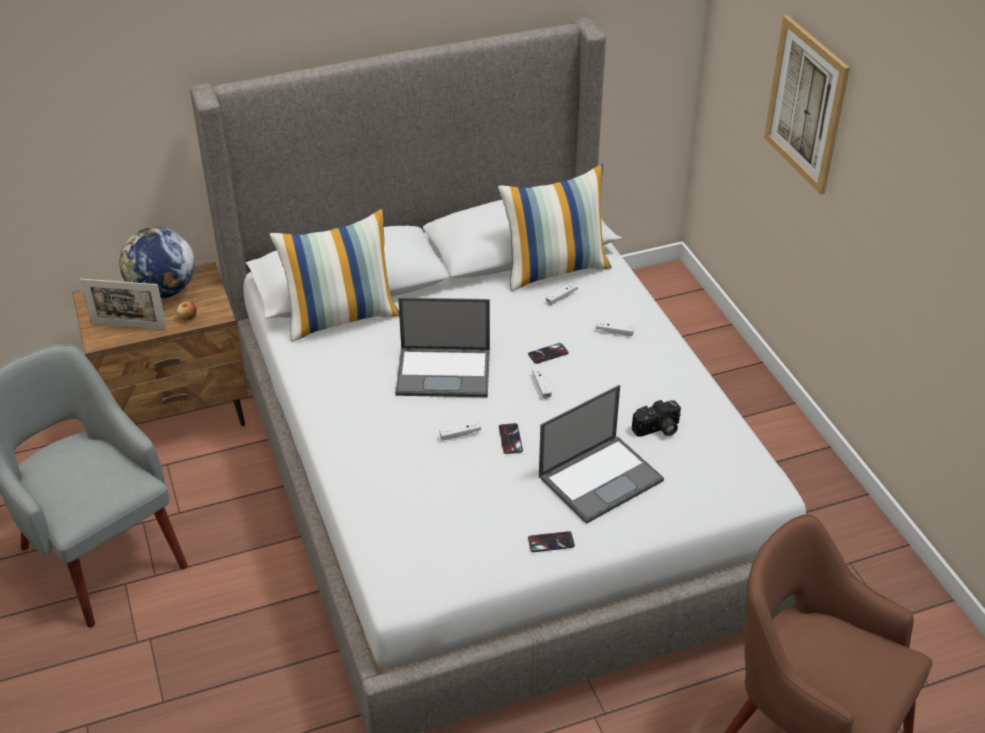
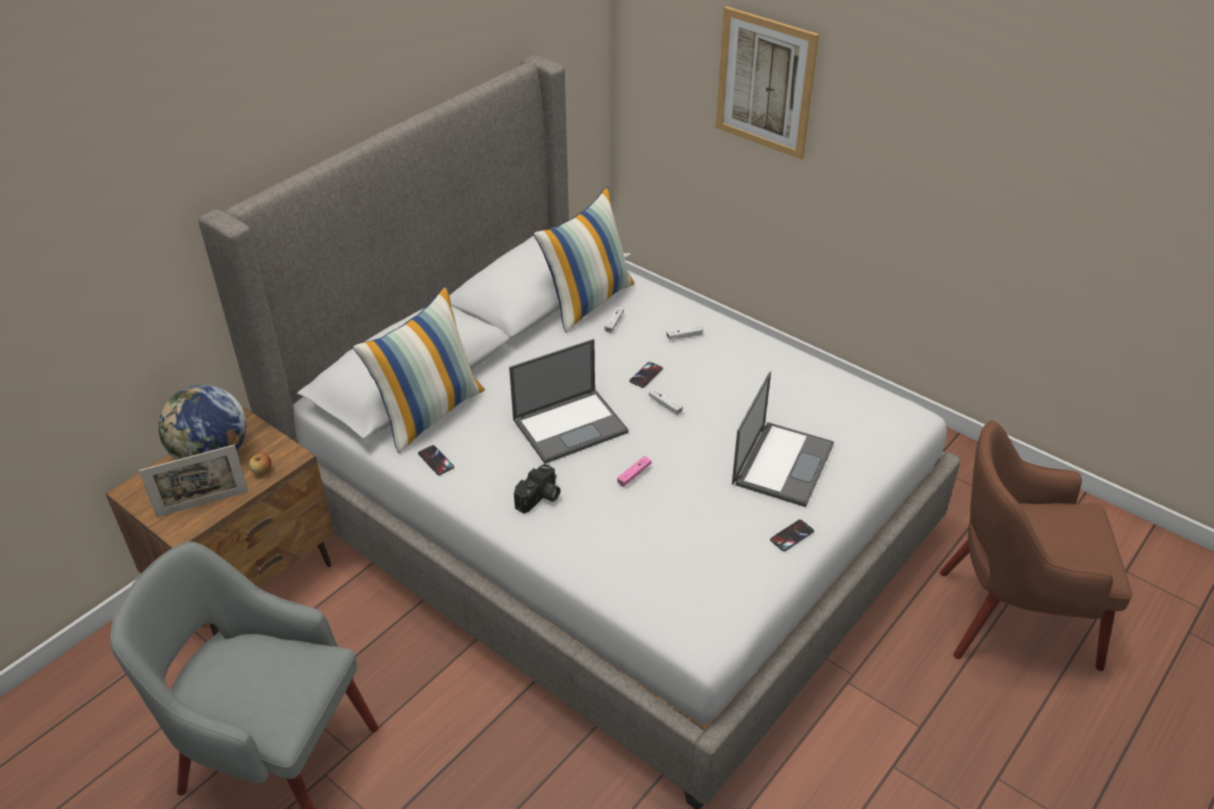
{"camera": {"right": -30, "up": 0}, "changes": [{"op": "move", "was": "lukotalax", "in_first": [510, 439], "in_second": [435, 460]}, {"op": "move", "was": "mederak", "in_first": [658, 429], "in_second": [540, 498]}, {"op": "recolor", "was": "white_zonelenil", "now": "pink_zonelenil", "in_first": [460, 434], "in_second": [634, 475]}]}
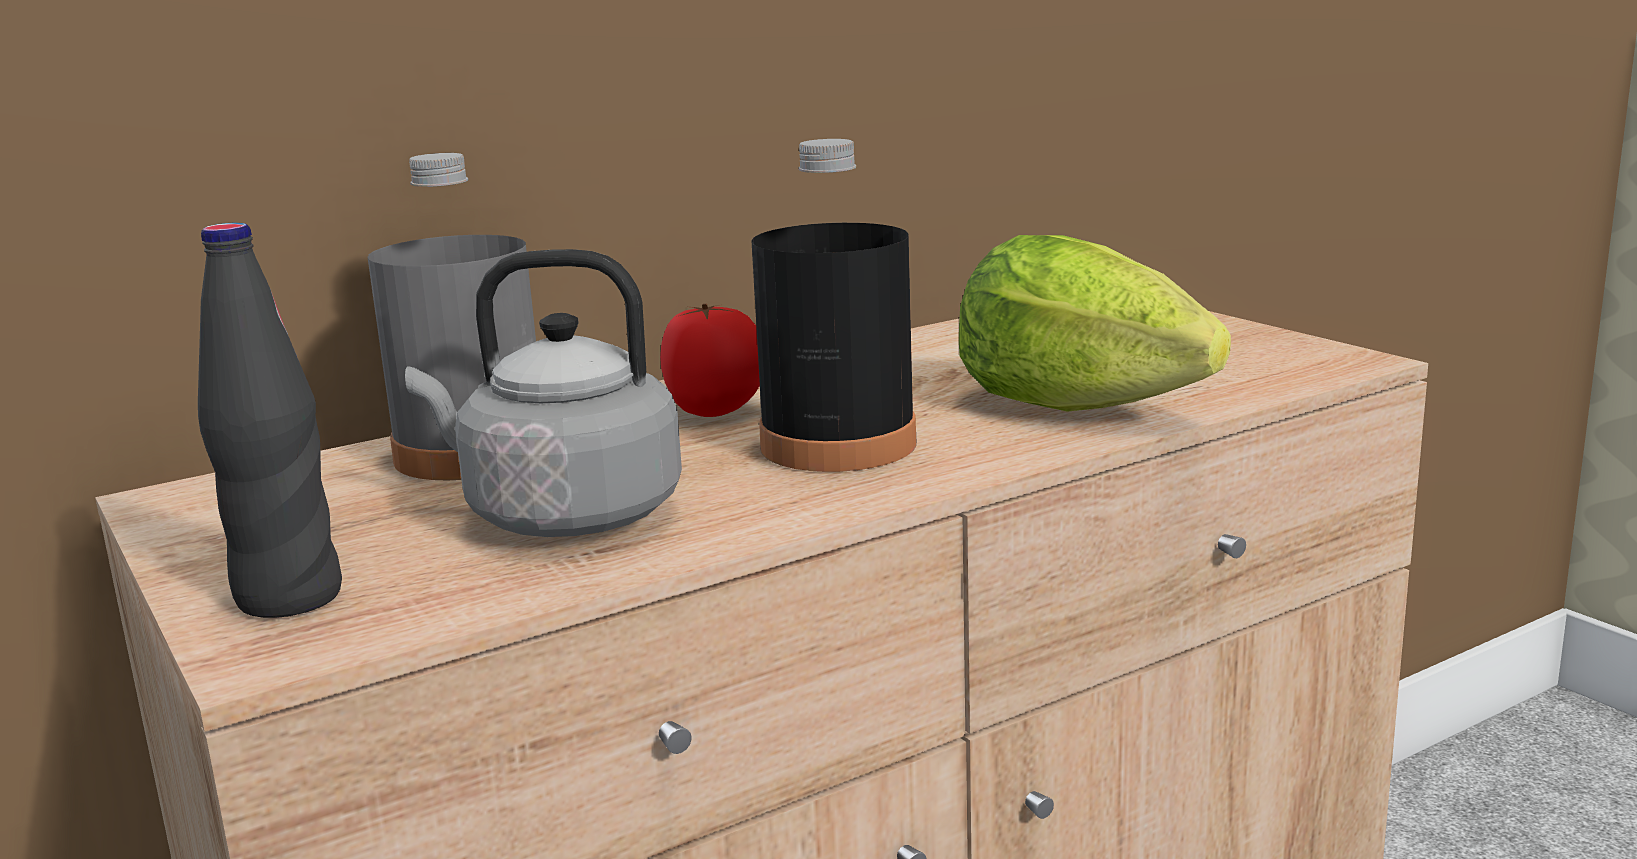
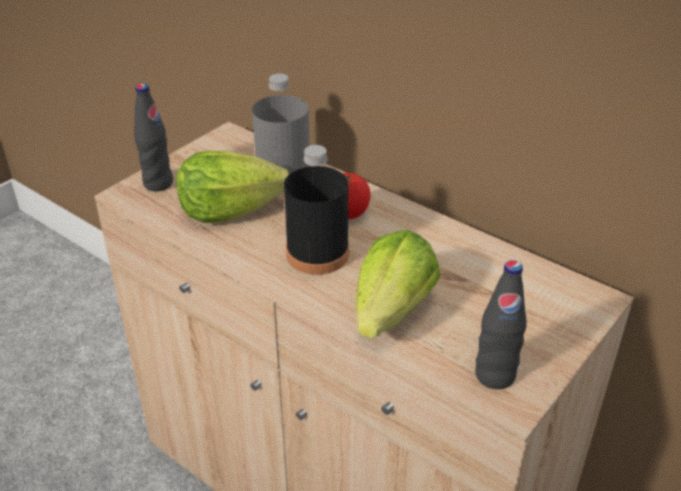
{"camera": {"right": 70, "up": 20}, "changes": [{"op": "insert", "now": "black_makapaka", "in_second": [495, 375]}, {"op": "replace", "was": "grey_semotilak", "now": "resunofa", "in_first": [563, 516], "in_second": [229, 211]}]}
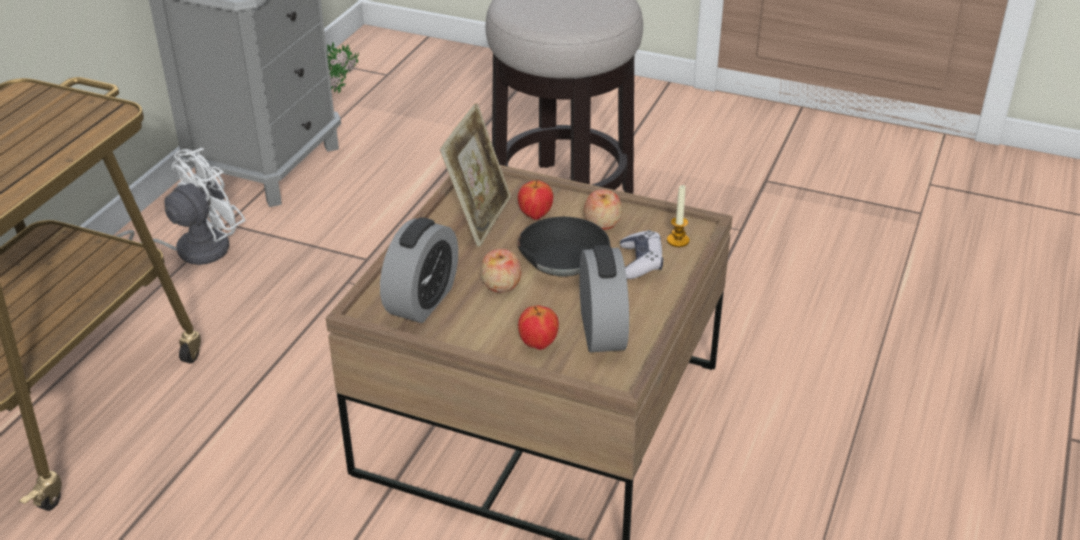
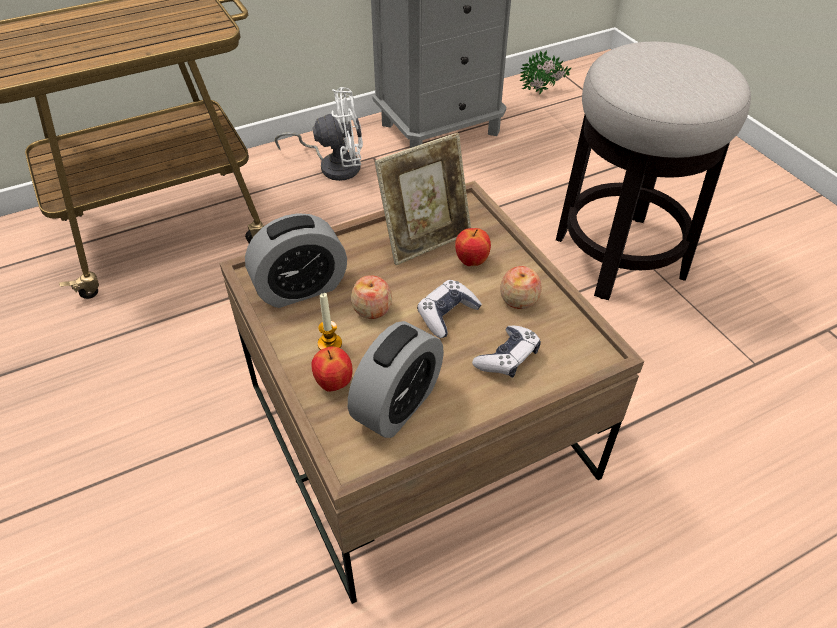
{"camera": {"right": 40, "up": 10}, "changes": [{"op": "move", "was": "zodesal", "in_first": [678, 240], "in_second": [329, 344]}, {"op": "replace", "was": "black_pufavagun", "now": "zonelenil", "in_first": [563, 258], "in_second": [447, 314]}]}
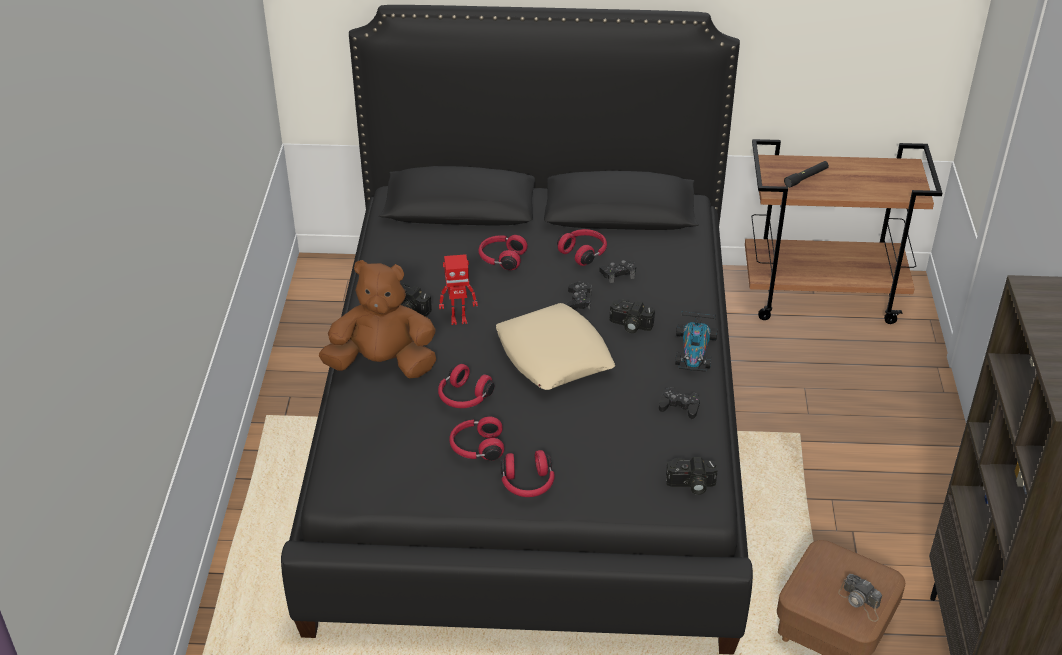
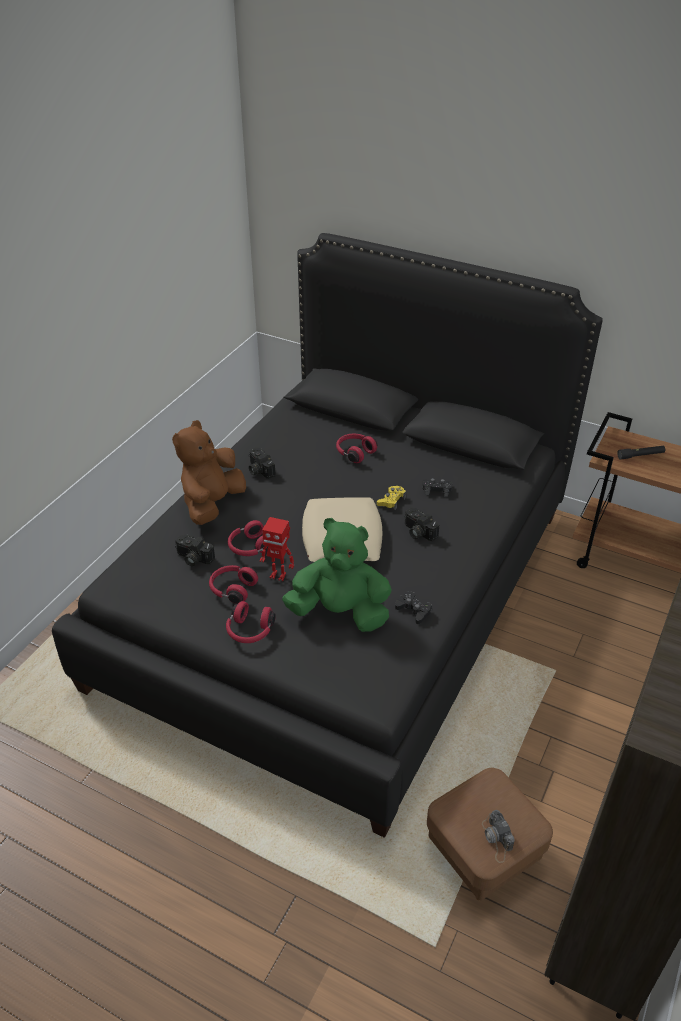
{"camera": {"right": 25, "up": 0}, "changes": [{"op": "delete", "was": "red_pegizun", "in_first": [584, 253]}, {"op": "delete", "was": "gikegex", "in_first": [695, 350]}, {"op": "insert", "now": "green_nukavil", "in_second": [340, 612]}, {"op": "move", "was": "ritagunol", "in_first": [458, 319], "in_second": [278, 575]}, {"op": "move", "was": "mederak", "in_first": [691, 485], "in_second": [193, 558]}, {"op": "recolor", "was": "black_zonelenil", "now": "yellow_zonelenil", "in_first": [578, 300], "in_second": [391, 501]}, {"op": "rotate", "was": "brown_nukavil", "in_first": [383, 364], "in_second": [212, 504], "clockwise": -90}]}
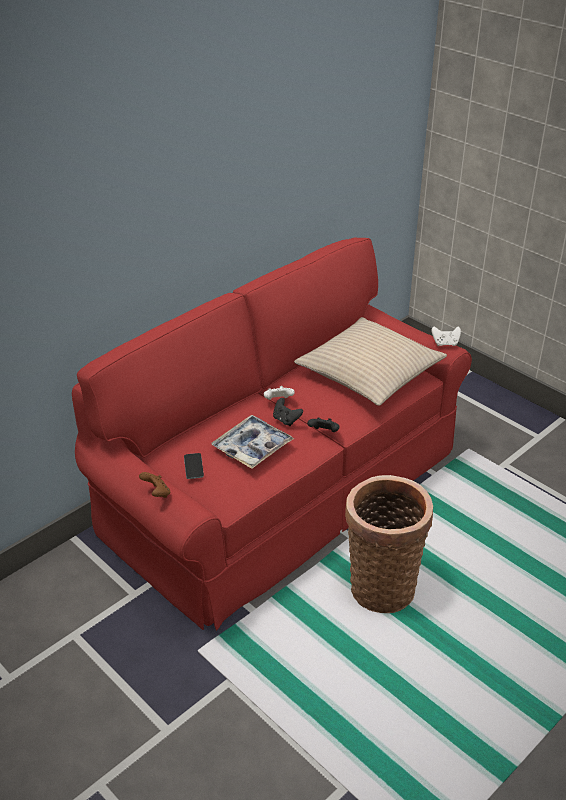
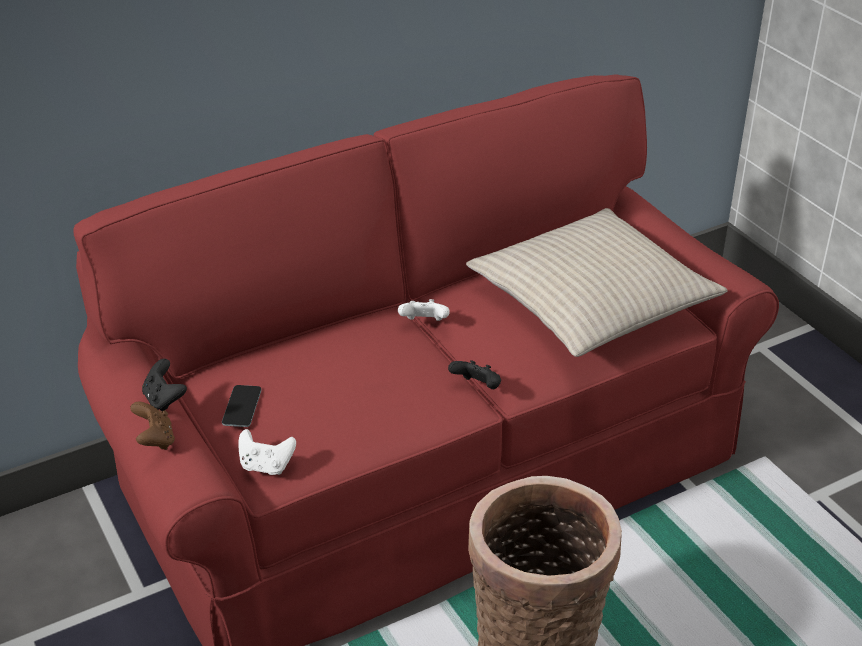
{"camera": {"right": 15, "up": 0}, "changes": [{"op": "delete", "was": "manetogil", "in_first": [252, 447]}, {"op": "move", "was": "black_zonelenil", "in_first": [286, 420], "in_second": [164, 400]}, {"op": "move", "was": "white_zonelenil", "in_first": [445, 343], "in_second": [266, 466]}]}
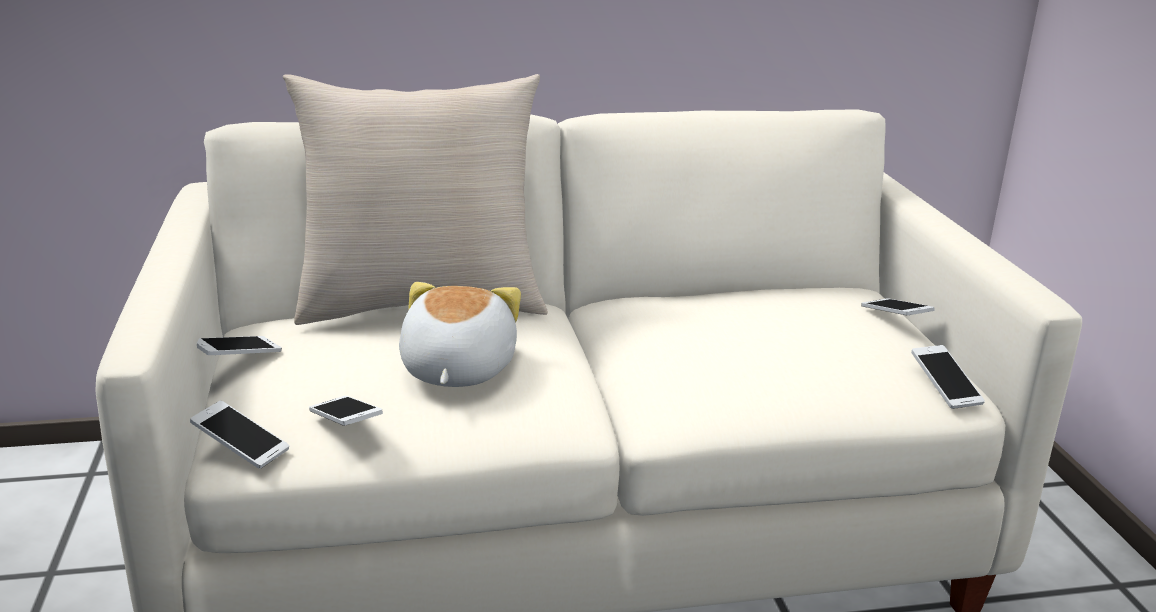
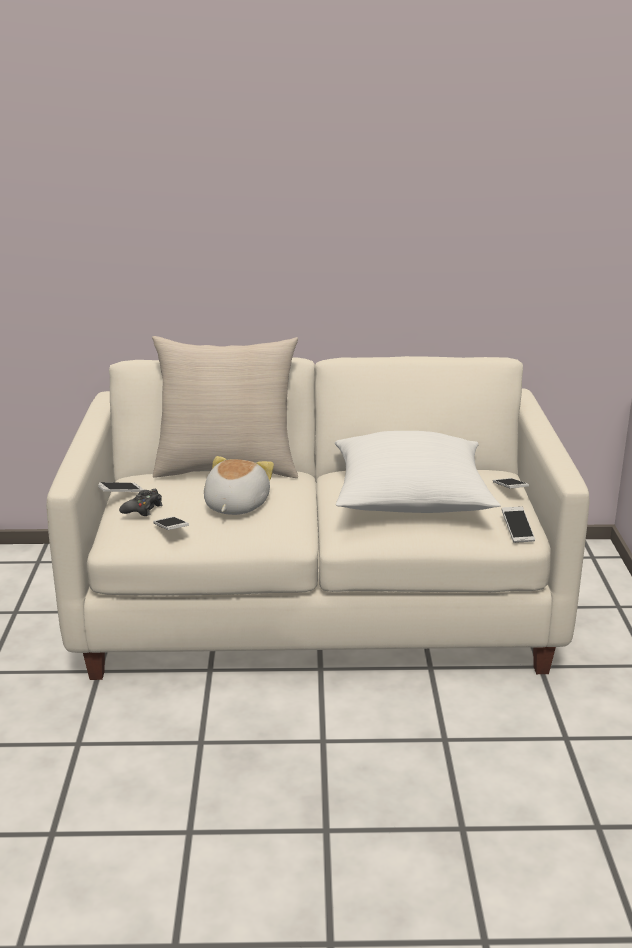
{"camera": {"right": 10, "up": 0}, "changes": [{"op": "delete", "was": "lukotalax", "in_first": [241, 446]}, {"op": "insert", "now": "black_zonelenil", "in_second": [143, 509]}, {"op": "insert", "now": "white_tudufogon", "in_second": [410, 498]}]}
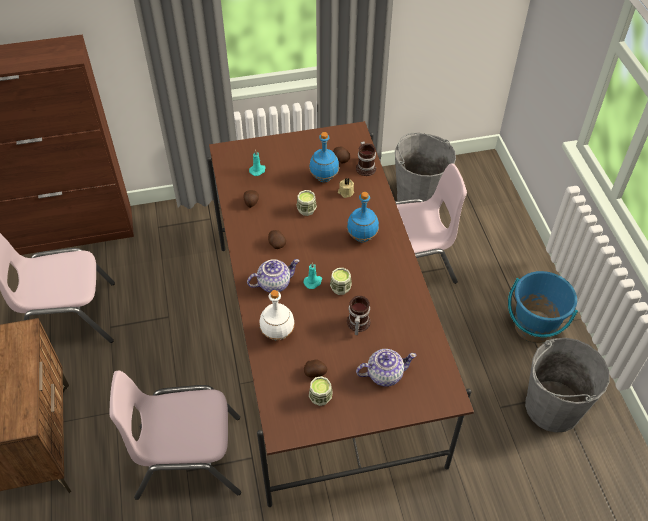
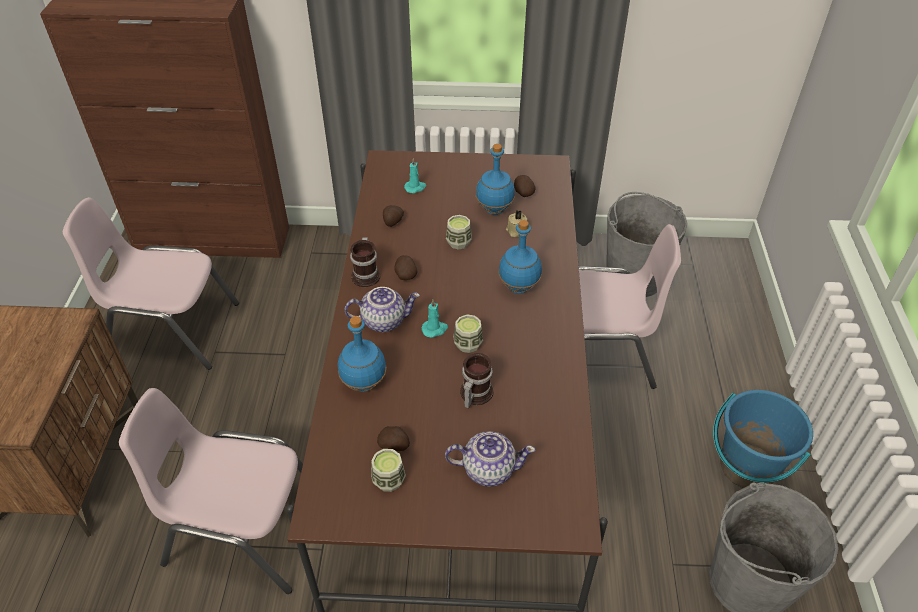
{"camera": {"right": 15, "up": -5}, "changes": [{"op": "move", "was": "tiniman", "in_first": [366, 167], "in_second": [367, 274]}, {"op": "recolor", "was": "white_makapaka", "now": "blue_makapaka", "in_first": [277, 333], "in_second": [363, 383]}]}
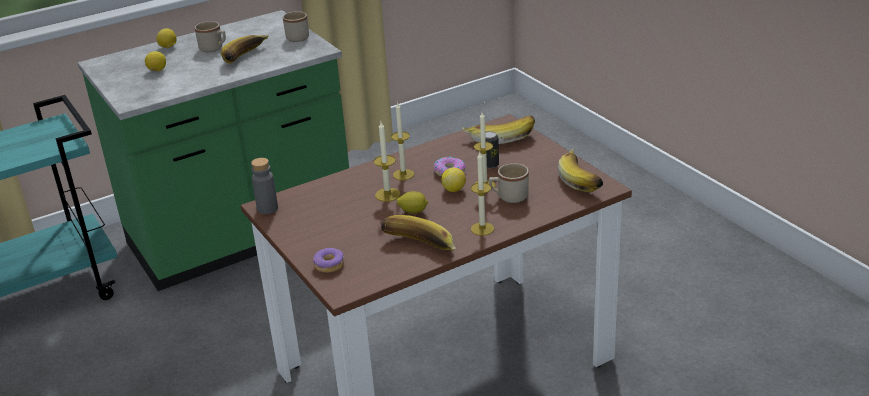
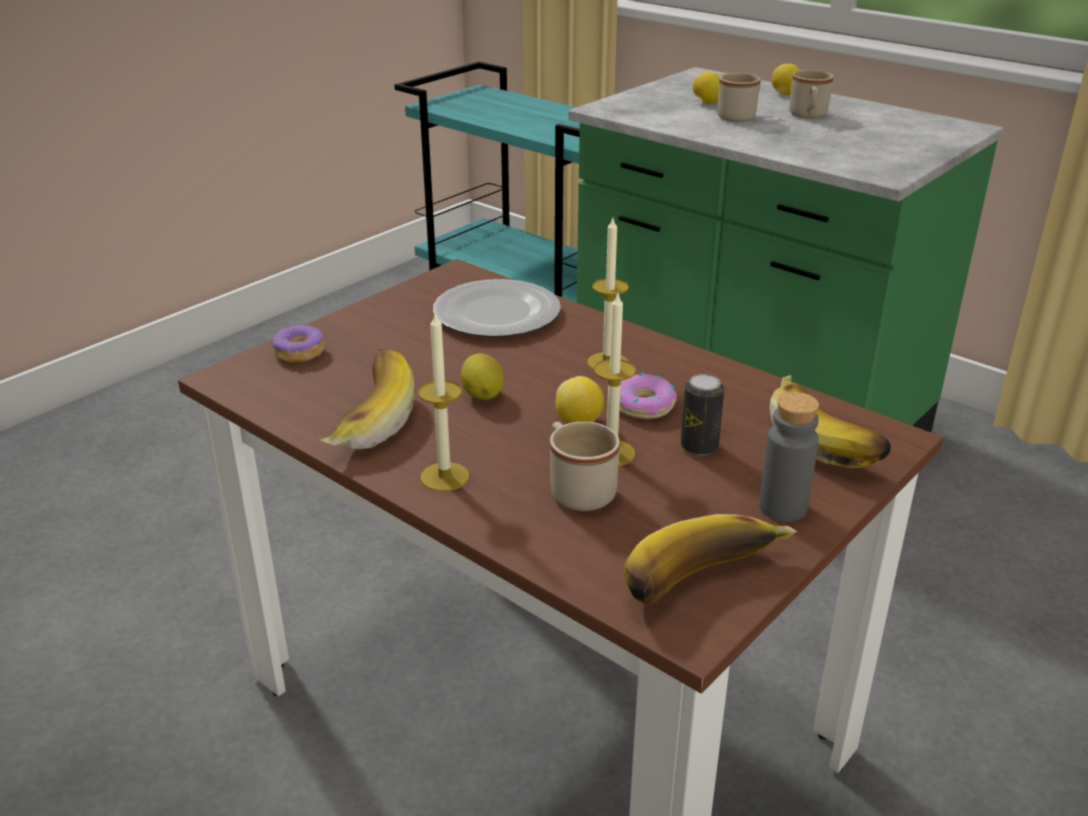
{"camera": {"right": 70, "up": 0}, "changes": [{"op": "delete", "was": "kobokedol", "in_first": [247, 57]}, {"op": "delete", "was": "zodesal", "in_first": [387, 194]}, {"op": "insert", "now": "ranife", "in_second": [496, 313]}, {"op": "move", "was": "grey_makapaka", "in_first": [267, 209], "in_second": [783, 507]}, {"op": "move", "was": "beige_tiniman", "in_first": [296, 37], "in_second": [740, 116]}]}
